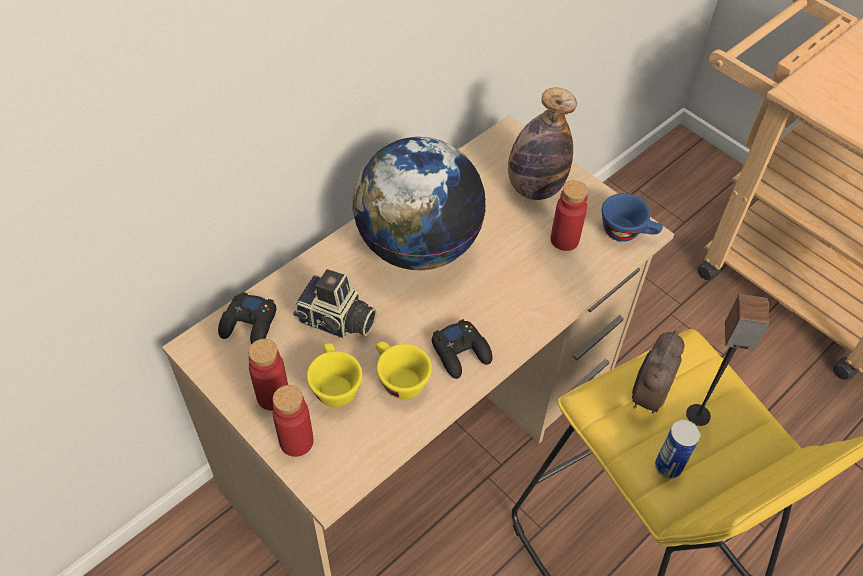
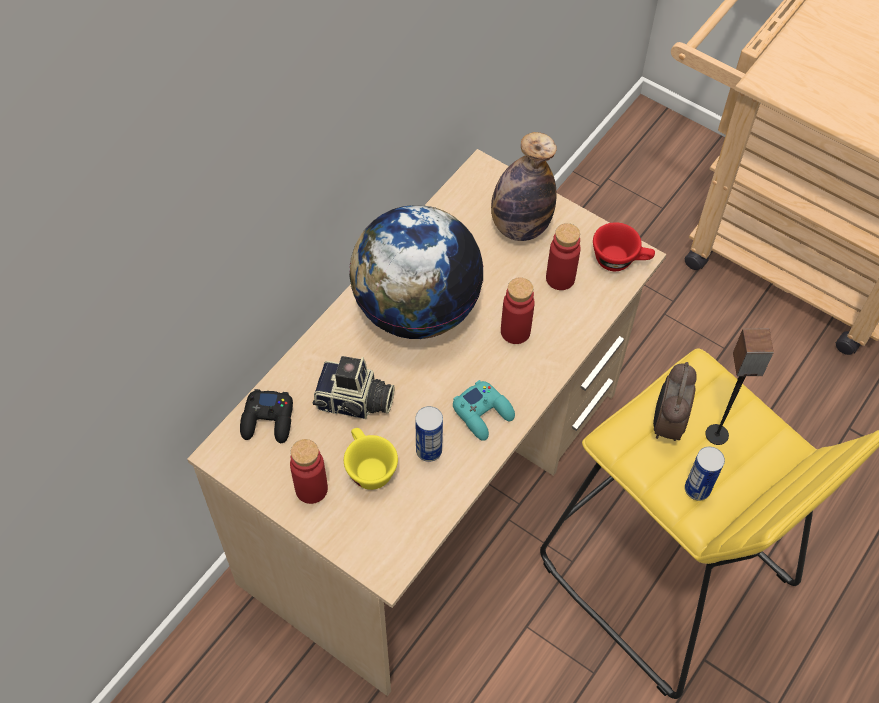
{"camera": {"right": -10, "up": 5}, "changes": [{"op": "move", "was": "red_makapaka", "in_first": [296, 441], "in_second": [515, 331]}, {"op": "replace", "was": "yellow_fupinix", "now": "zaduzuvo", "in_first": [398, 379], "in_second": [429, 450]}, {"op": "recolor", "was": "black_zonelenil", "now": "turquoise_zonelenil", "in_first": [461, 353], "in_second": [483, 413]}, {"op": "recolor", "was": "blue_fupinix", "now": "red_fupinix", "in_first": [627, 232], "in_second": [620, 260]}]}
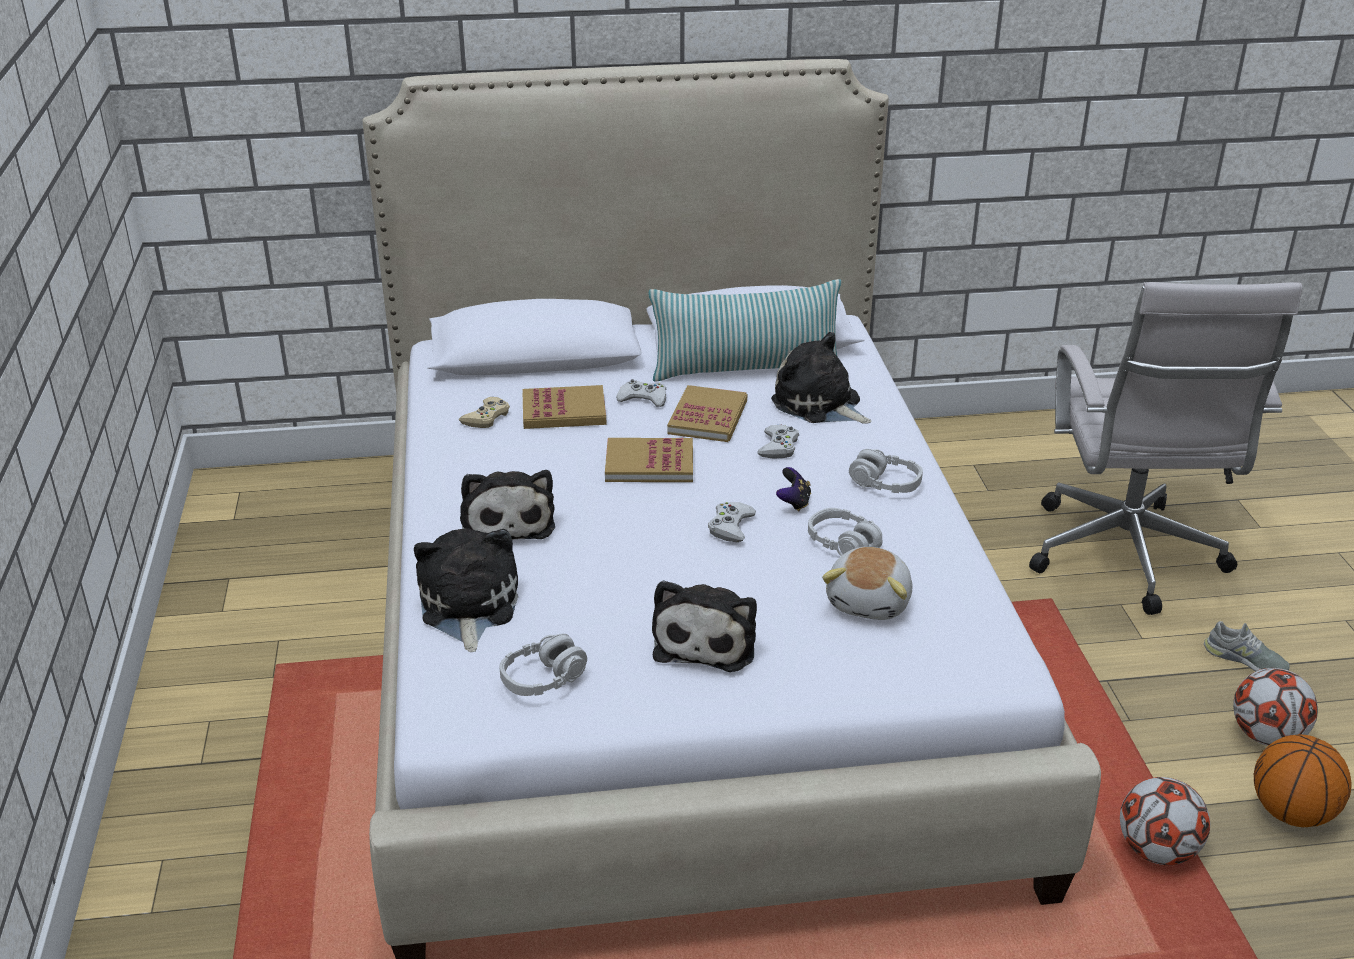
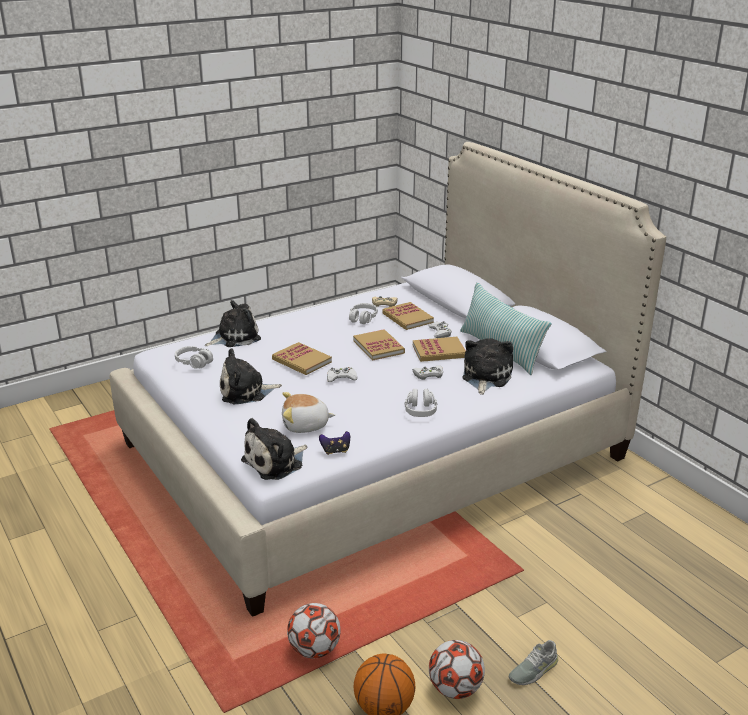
{"camera": {"right": 65, "up": -5}, "changes": [{"op": "delete", "was": "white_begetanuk", "in_first": [1126, 559]}, {"op": "insert", "now": "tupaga", "in_second": [301, 361]}, {"op": "move", "was": "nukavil", "in_first": [506, 522], "in_second": [276, 462]}, {"op": "move", "was": "zonelenil", "in_first": [793, 502], "in_second": [335, 451]}, {"op": "move", "was": "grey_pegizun", "in_first": [843, 544], "in_second": [363, 318]}, {"op": "rotate", "was": "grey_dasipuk", "in_first": [1245, 659], "in_second": [533, 670], "clockwise": 45}]}
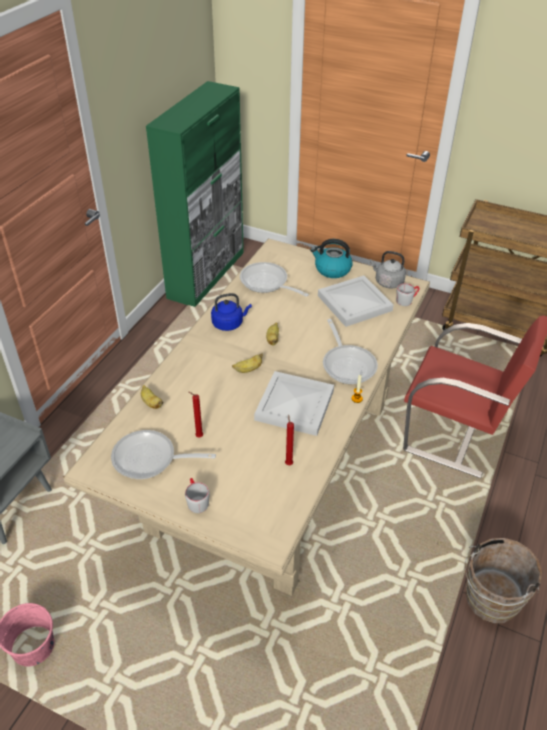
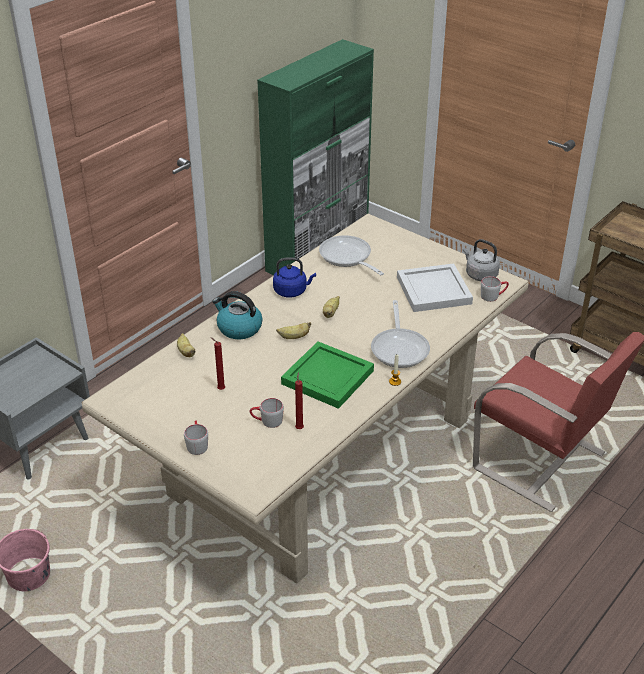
{"camera": {"right": 15, "up": -5}, "changes": [{"op": "delete", "was": "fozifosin", "in_first": [150, 459]}, {"op": "delete", "was": "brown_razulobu", "in_first": [489, 602]}, {"op": "insert", "now": "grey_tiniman", "in_second": [267, 421]}, {"op": "move", "was": "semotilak", "in_first": [332, 269], "in_second": [238, 328]}, {"op": "recolor", "was": "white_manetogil", "now": "green_manetogil", "in_first": [295, 406], "in_second": [328, 378]}]}
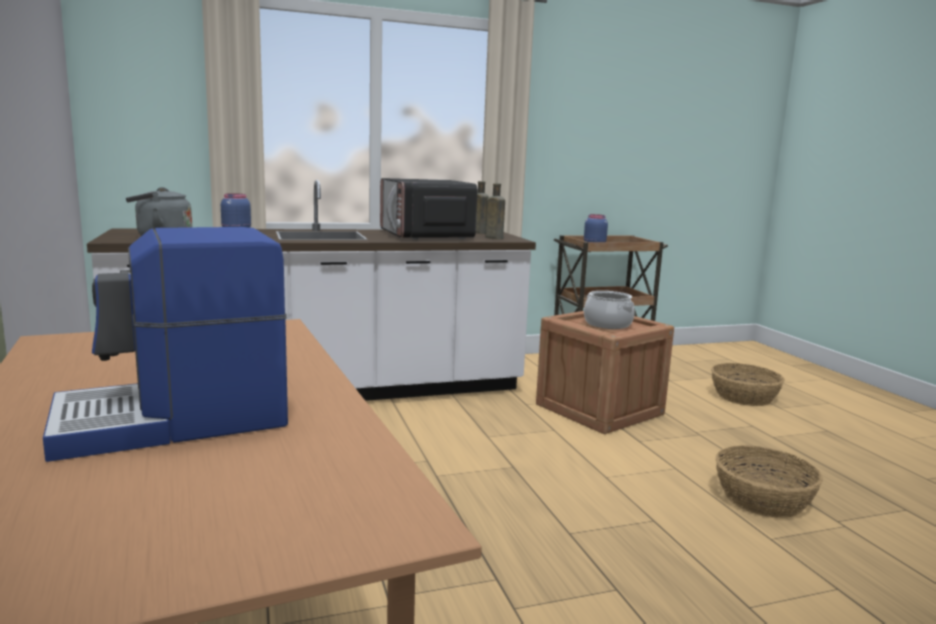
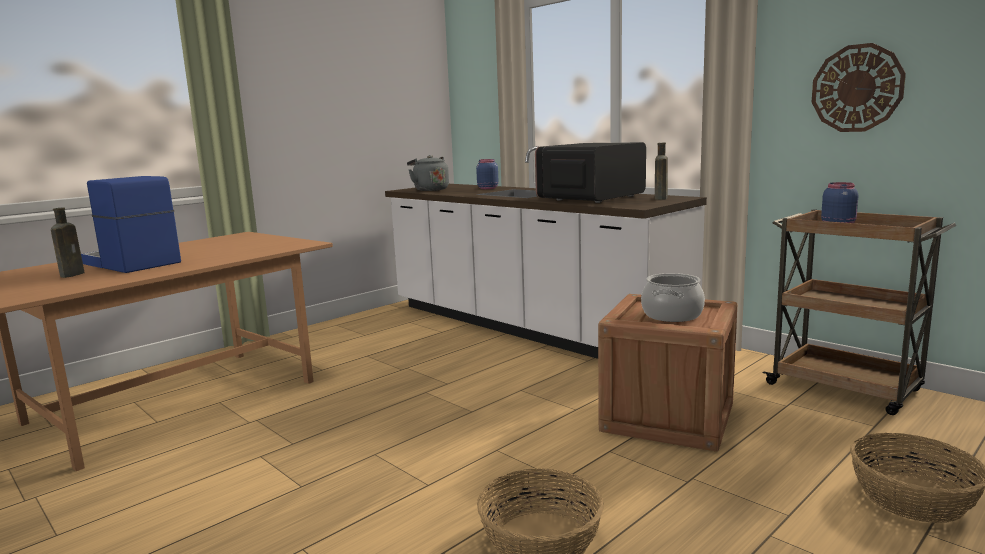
{"camera": {"right": 65, "up": 0}, "changes": [{"op": "insert", "now": "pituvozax", "in_second": [857, 88]}, {"op": "move", "was": "brown_makapaka", "in_first": [493, 238], "in_second": [73, 274]}]}
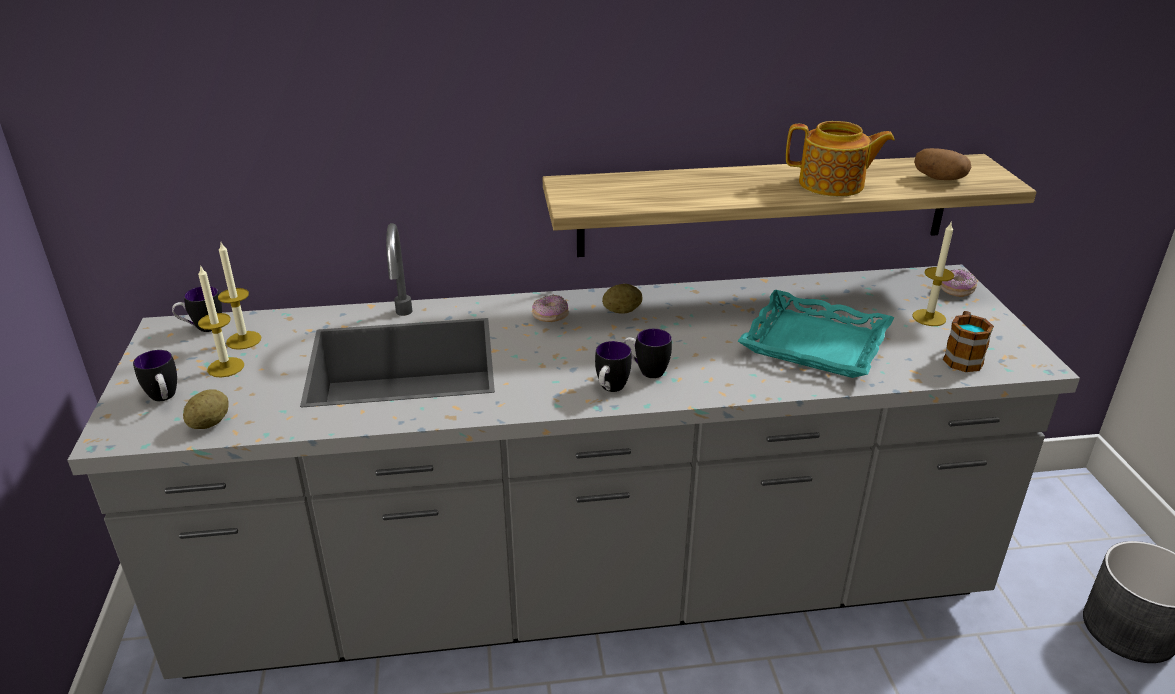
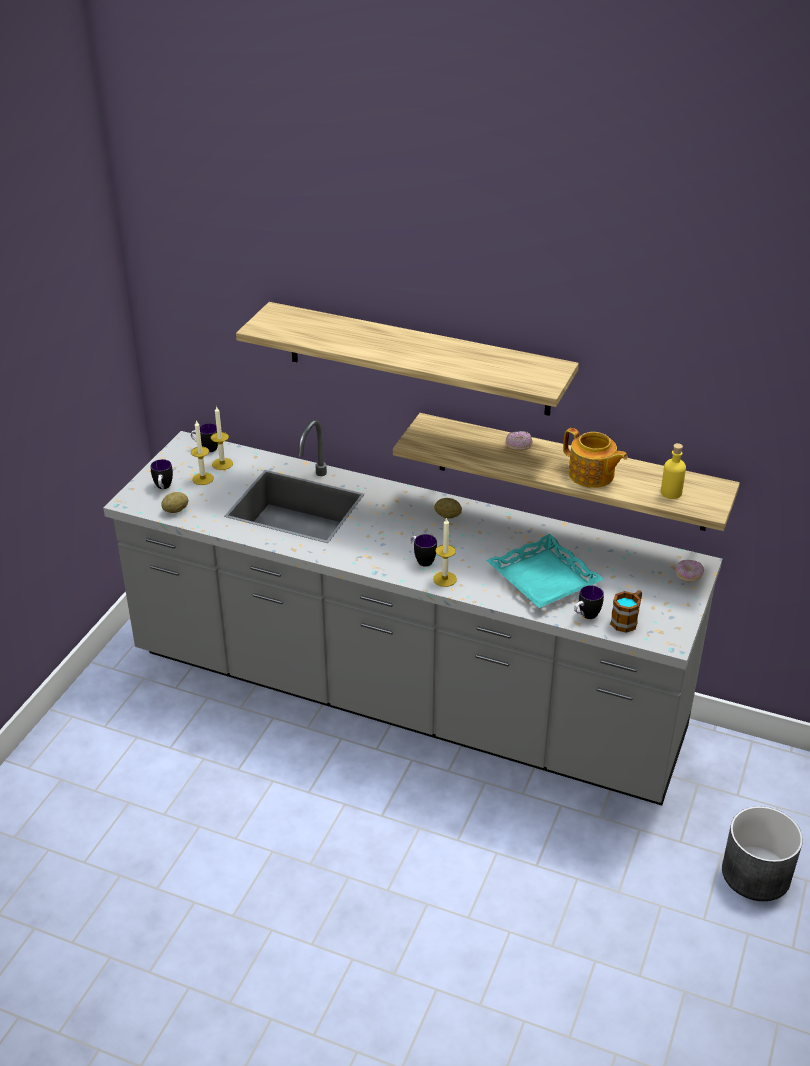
{"camera": {"right": 30, "up": 5}, "changes": [{"op": "insert", "now": "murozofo", "in_second": [417, 359]}, {"op": "move", "was": "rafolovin", "in_first": [550, 317], "in_second": [518, 446]}, {"op": "move", "was": "tiniman", "in_first": [610, 389], "in_second": [585, 616]}, {"op": "move", "was": "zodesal", "in_first": [929, 317], "in_second": [444, 579]}, {"op": "replace", "was": "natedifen", "now": "yellow_makapaka", "in_first": [939, 178], "in_second": [671, 493]}]}
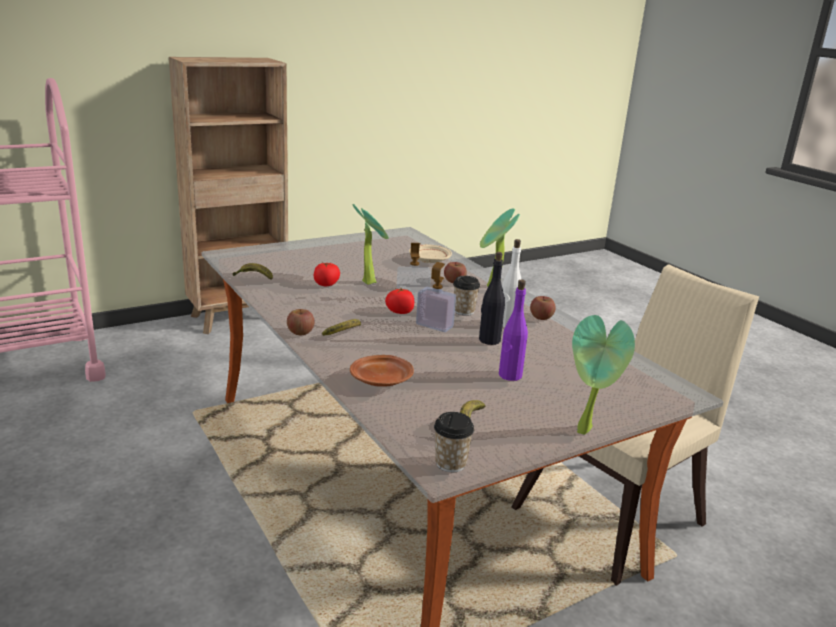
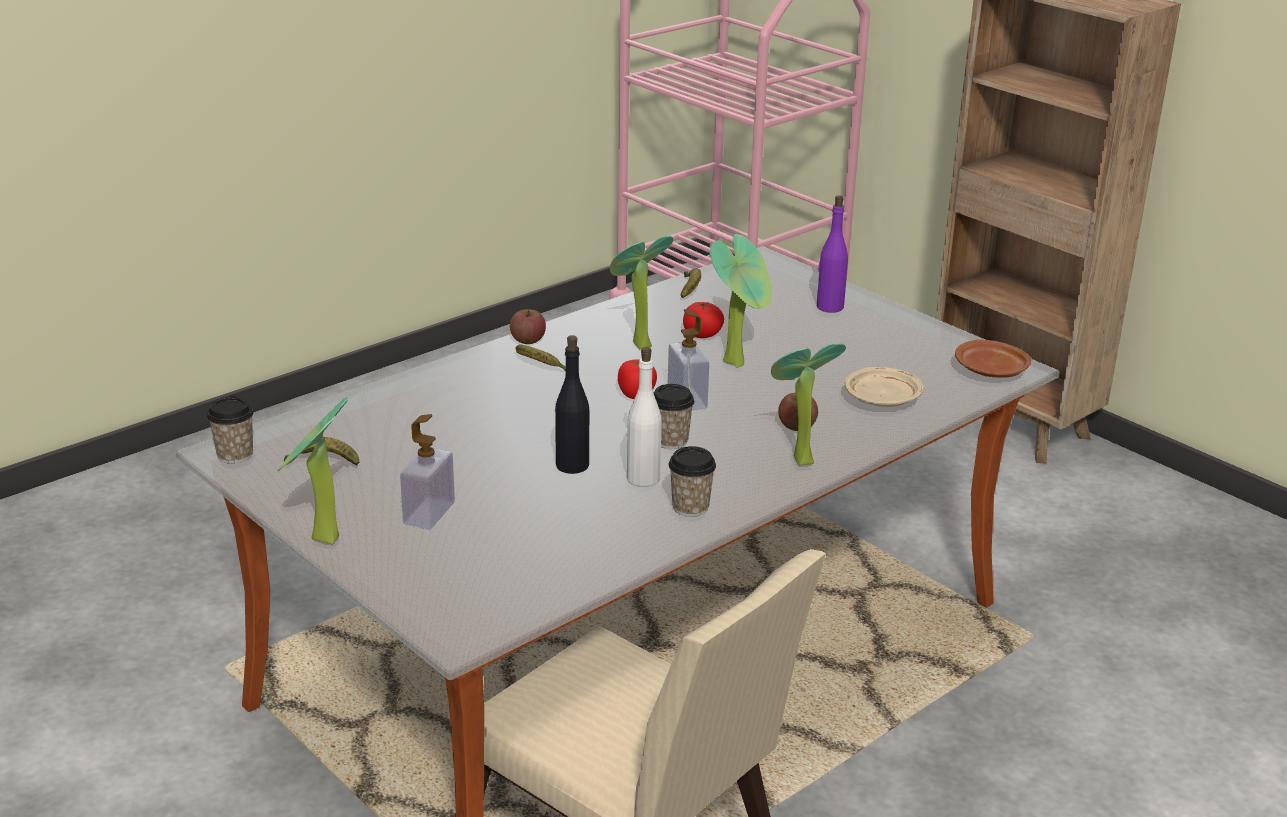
{"camera": {"right": 80, "up": 5}, "changes": [{"op": "insert", "now": "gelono", "in_second": [636, 345]}, {"op": "move", "was": "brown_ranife", "in_first": [382, 380], "in_second": [991, 371]}, {"op": "move", "was": "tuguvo", "in_first": [434, 325], "in_second": [429, 513]}, {"op": "move", "was": "purple_makapaka", "in_first": [510, 375], "in_second": [829, 307]}, {"op": "replace", "was": "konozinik", "now": "fupinix", "in_first": [541, 317], "in_second": [690, 507]}]}
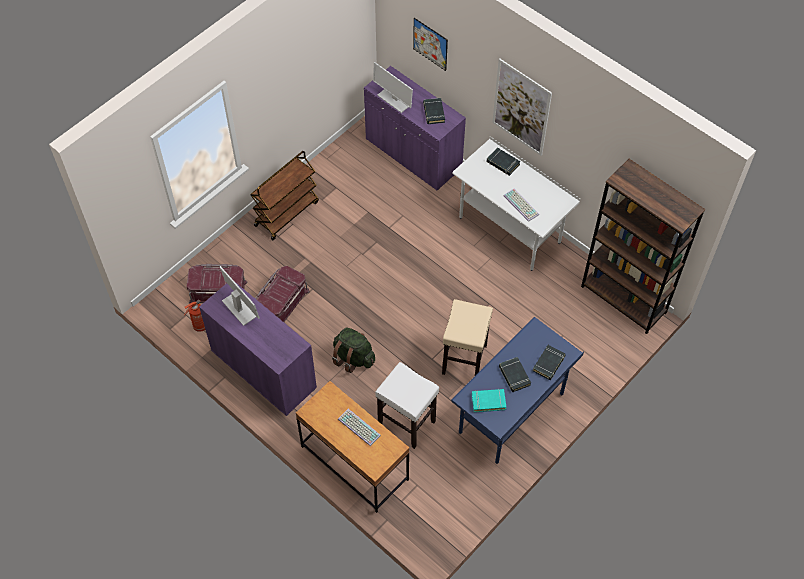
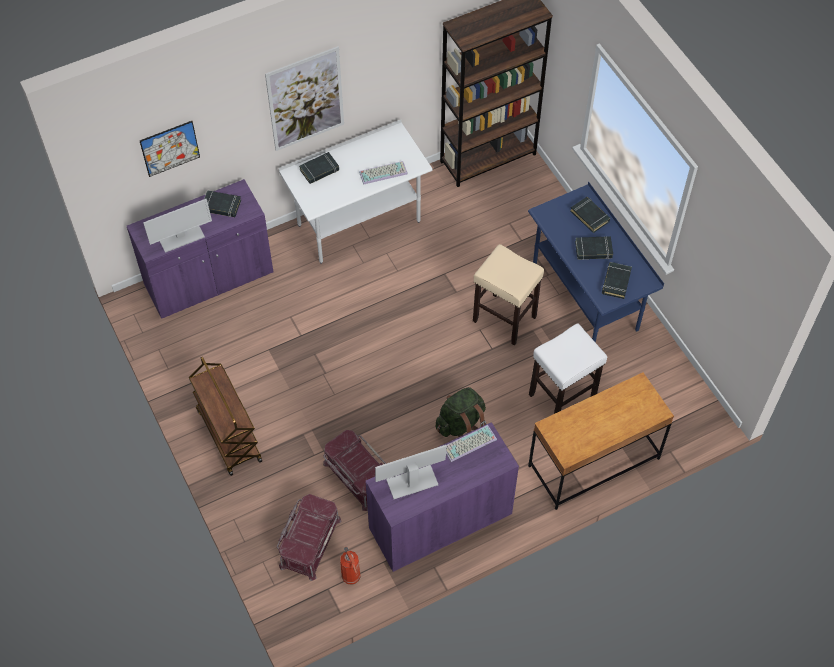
{"camera": {"right": -70, "up": 0}, "changes": [{"op": "move", "was": "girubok", "in_first": [358, 427], "in_second": [469, 444]}, {"op": "recolor", "was": "turquoise_tupaga", "now": "black_tupaga", "in_first": [488, 401], "in_second": [616, 282]}]}
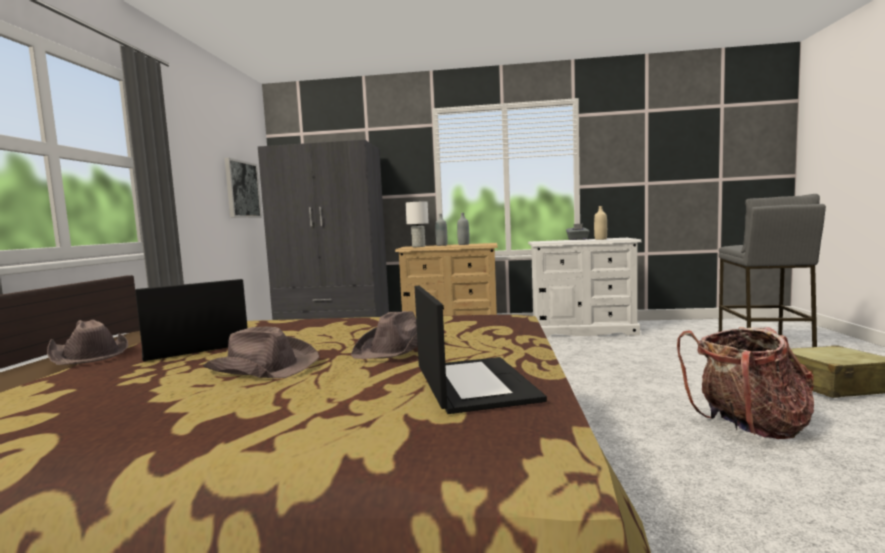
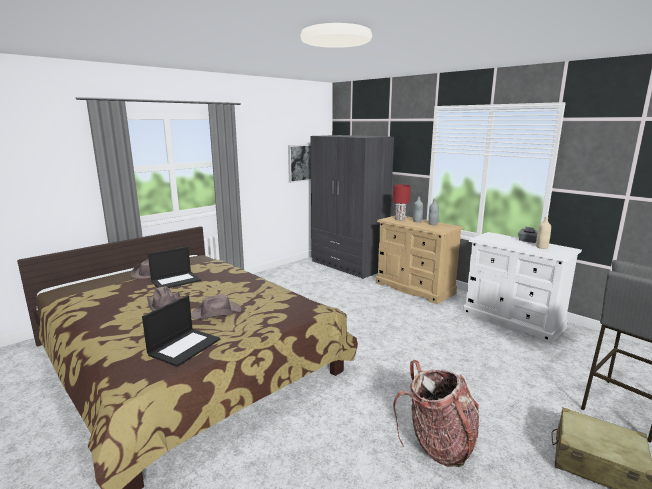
{"camera": {"right": 40, "up": 10}, "changes": [{"op": "recolor", "was": "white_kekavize", "now": "red_kekavize", "in_first": [418, 246], "in_second": [399, 219]}, {"op": "rotate", "was": "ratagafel", "in_first": [194, 346], "in_second": [176, 280], "clockwise": 135}]}
